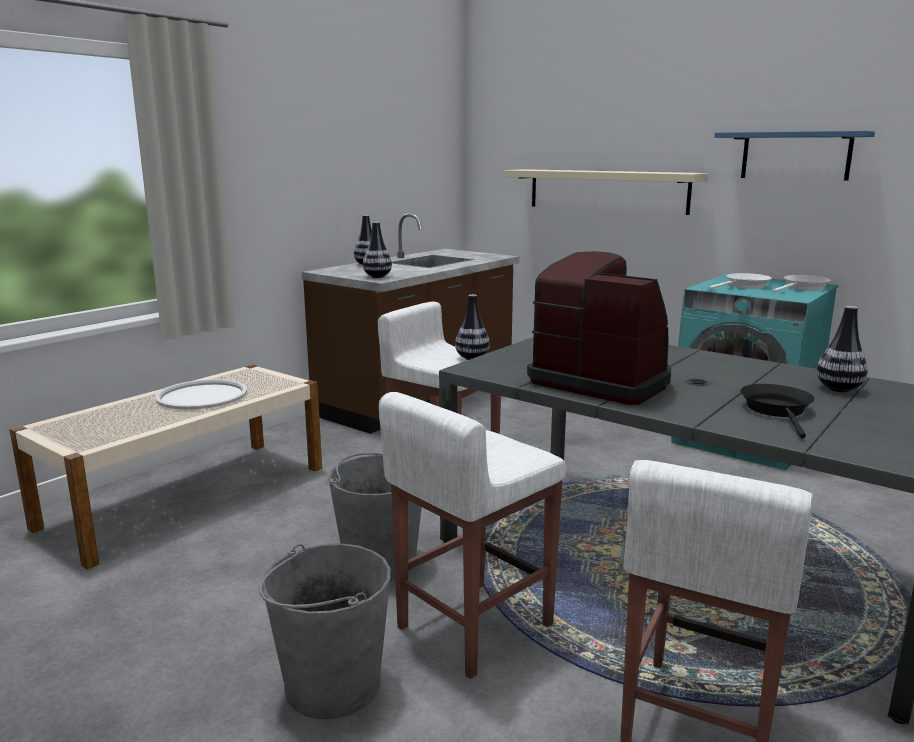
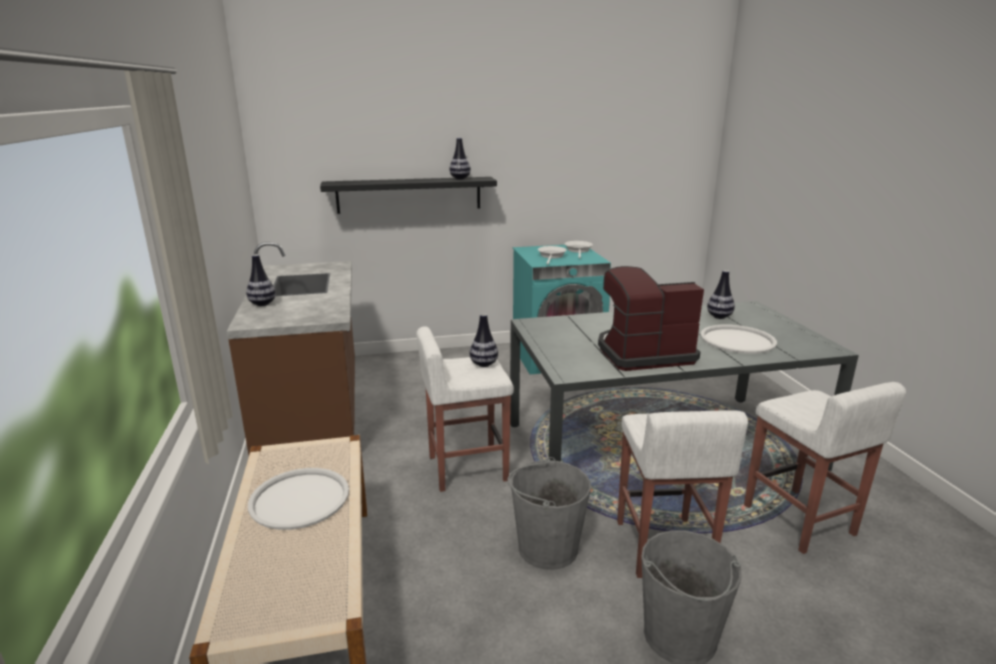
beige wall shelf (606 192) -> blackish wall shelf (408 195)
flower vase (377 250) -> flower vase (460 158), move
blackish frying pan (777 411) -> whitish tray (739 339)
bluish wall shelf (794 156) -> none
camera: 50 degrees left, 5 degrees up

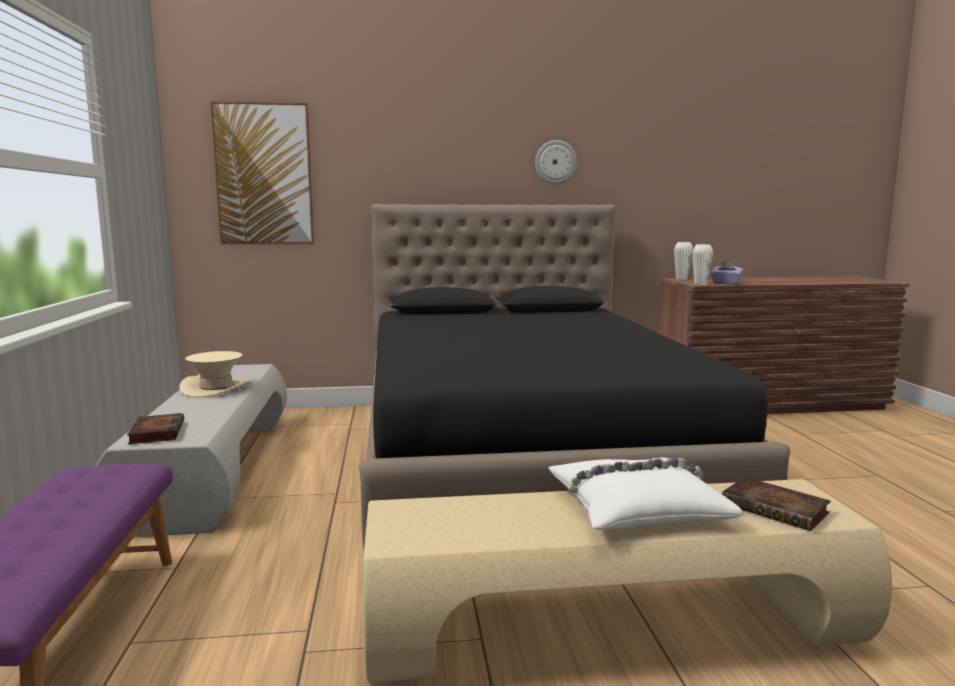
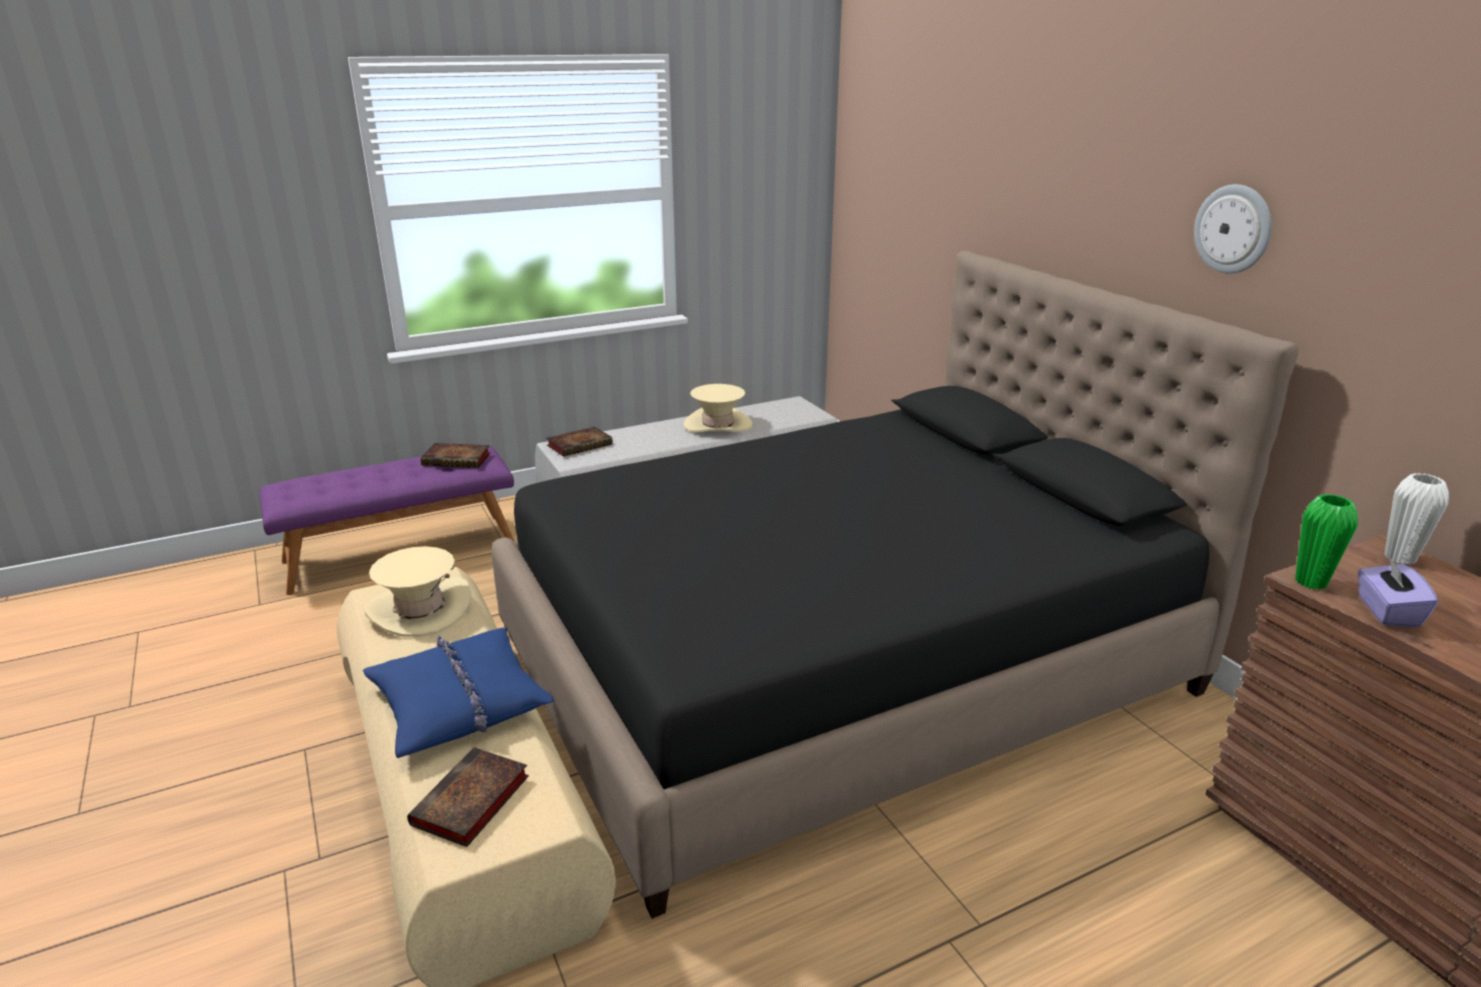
whitish pillow (646 493) -> bluish pillow (458 693)
none -> beige hat (417 591)
none -> bound book (456 455)
whitish flower vase (702 264) -> green-coloured flower vase (1326 542)
wall art (262 173) -> none
camera: 70 degrees right, 15 degrees up

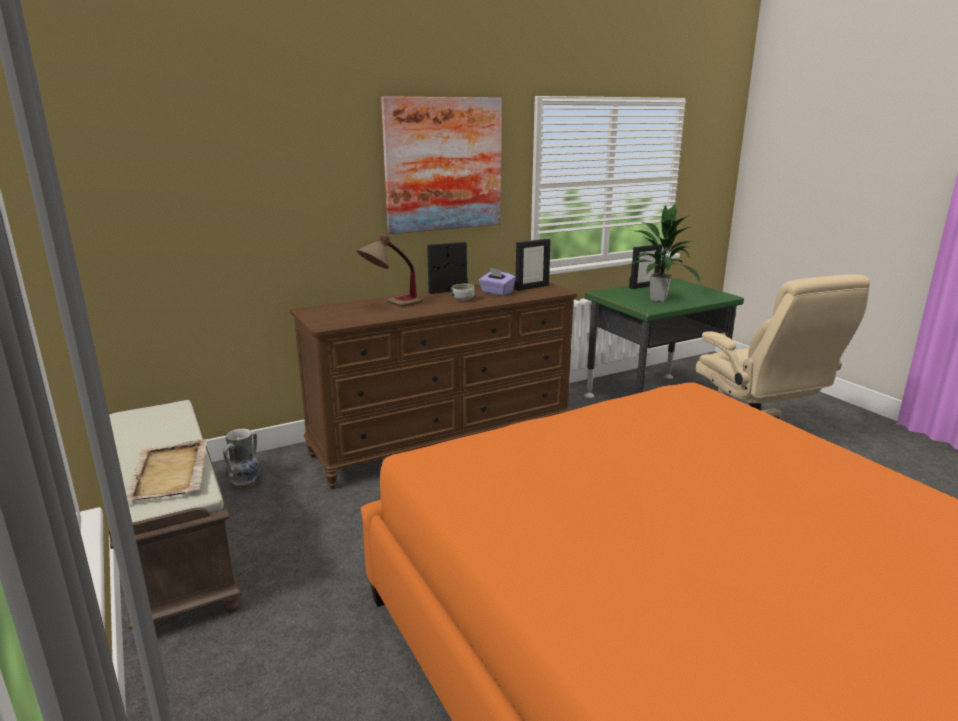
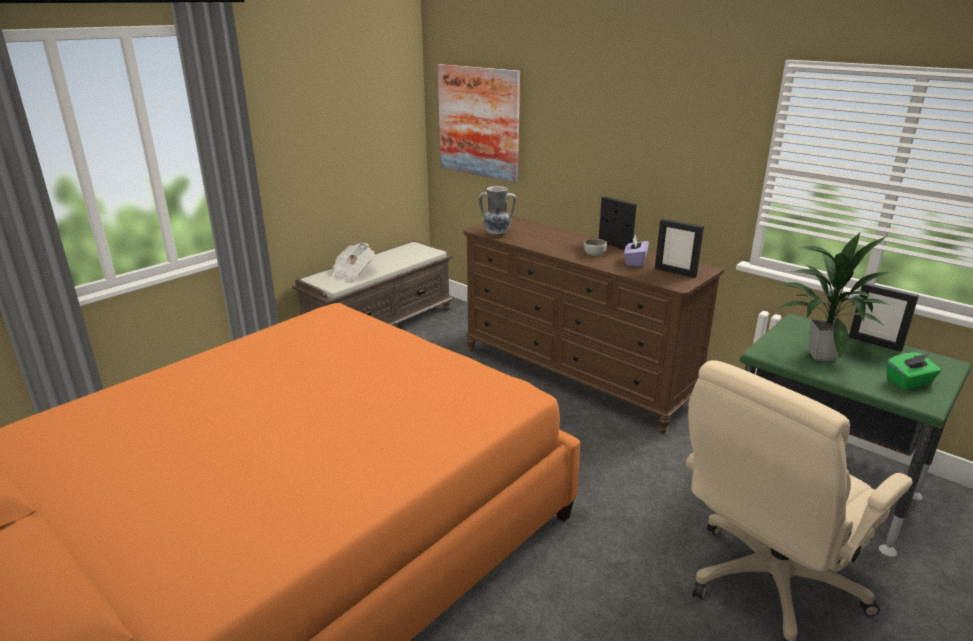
beige tray (167 469) -> printed paper (352 262)
wall art (441 165) -> wall art (479 123), move
flower vase (241 458) -> flower vase (497 211), move
none -> green-coloured tissue holder (913 371)
tabletop lamp (389 270) -> none
camera: 70 degrees right, 5 degrees up

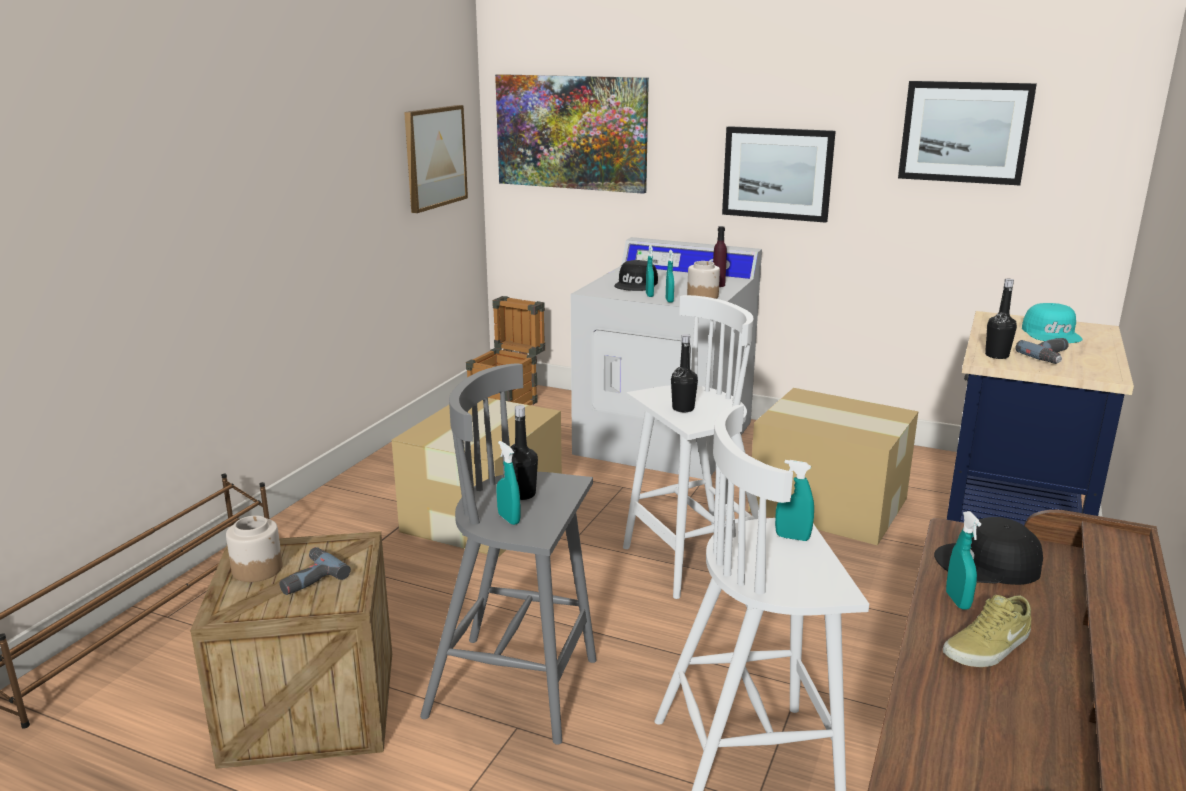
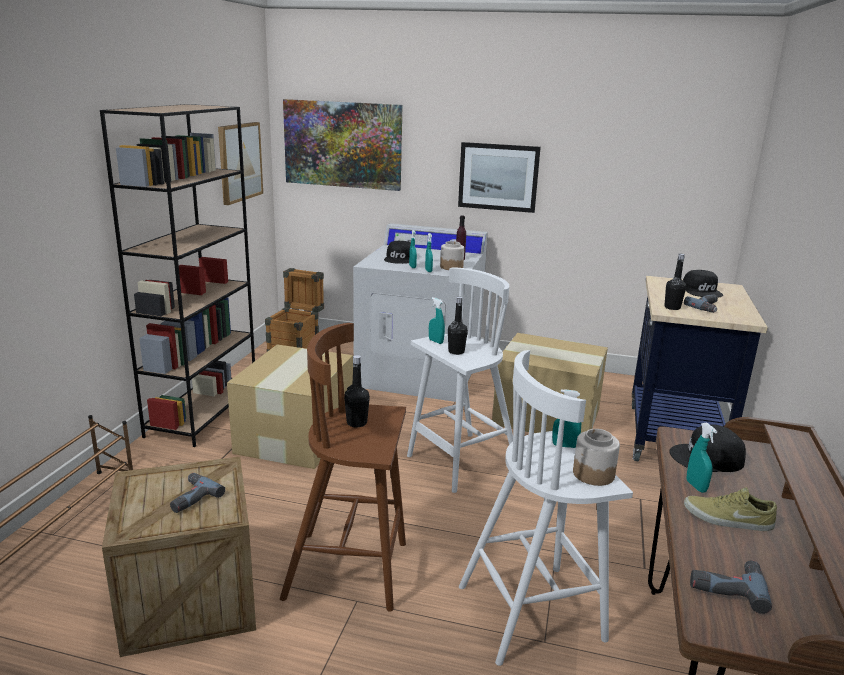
none -> beige bookshelf (177 275)
gray stool seat (508 554) -> brown-coloured stool seat (343 467)
turquoise hand sprayer (508 483) -> turquoise hand sprayer (437 320), move
preserve jar (254 548) -> preserve jar (596 457), move
turquoise cap (1052 323) -> blackish cap (703 283)
beige shoe (987 631) -> beige shoe (730 509), 60 degrees clockwise
none -> power drill (731 587)
wall art (967 133) -> none
camera: 10 degrees left, 0 degrees up

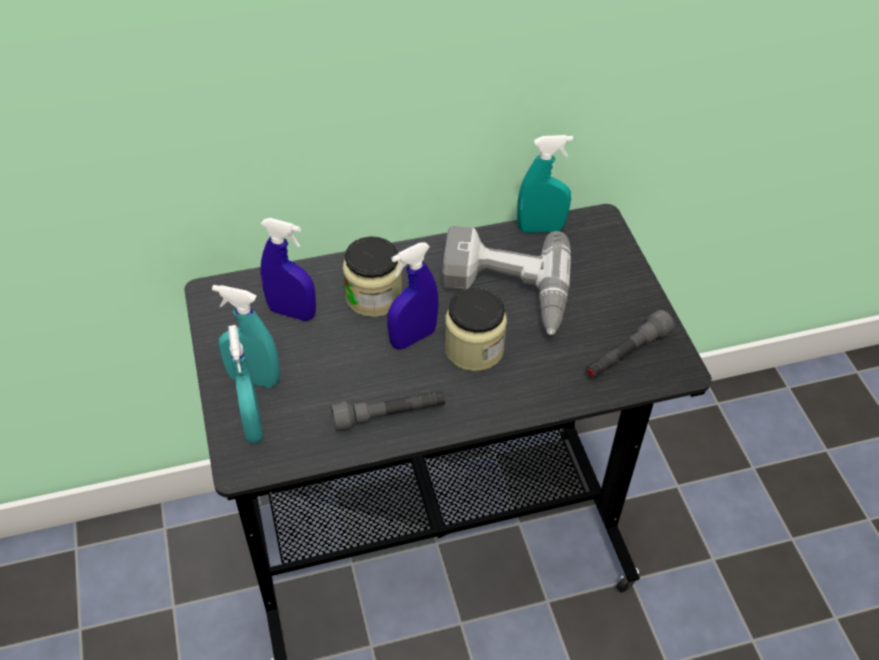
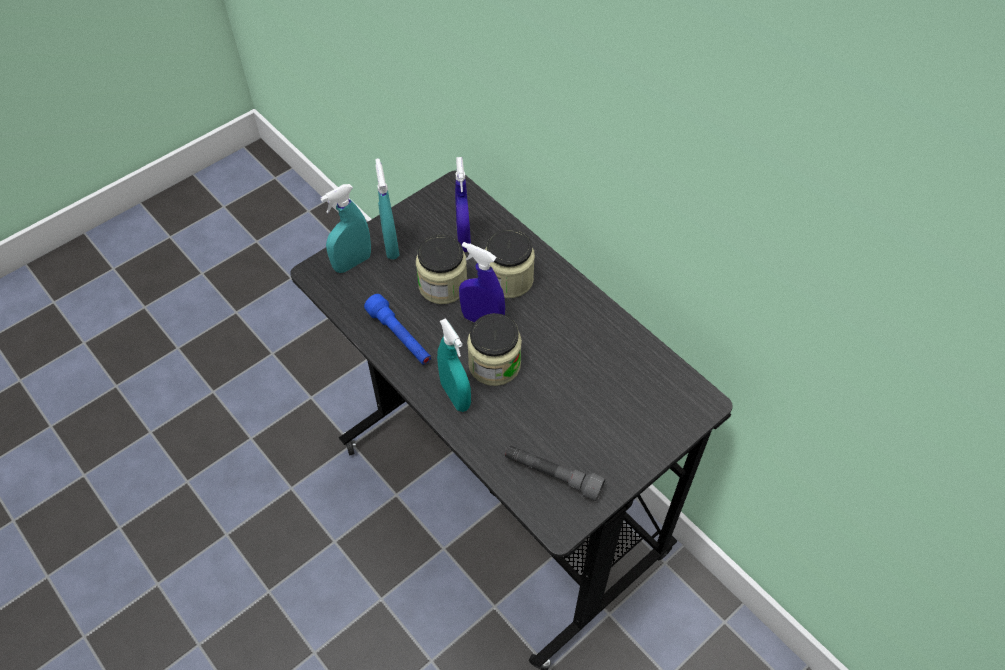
gray torch (388 411) -> bluish torch (397 329)
none -> preserve jar (442 269)
turquoise hand sprayer (545 184) -> turquoise hand sprayer (454 365), move
power drill (506 280) -> none
camera: 65 degrees right, 5 degrees up

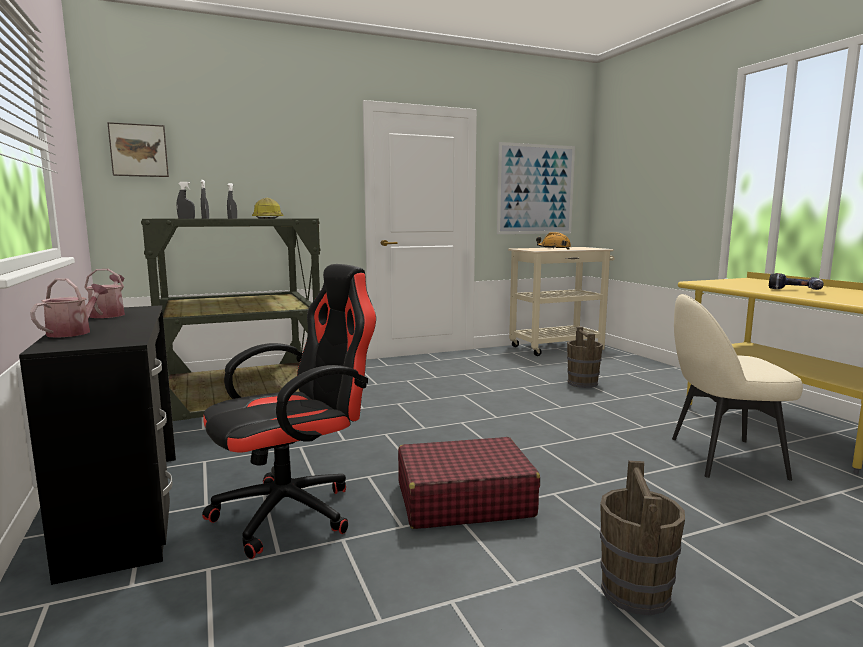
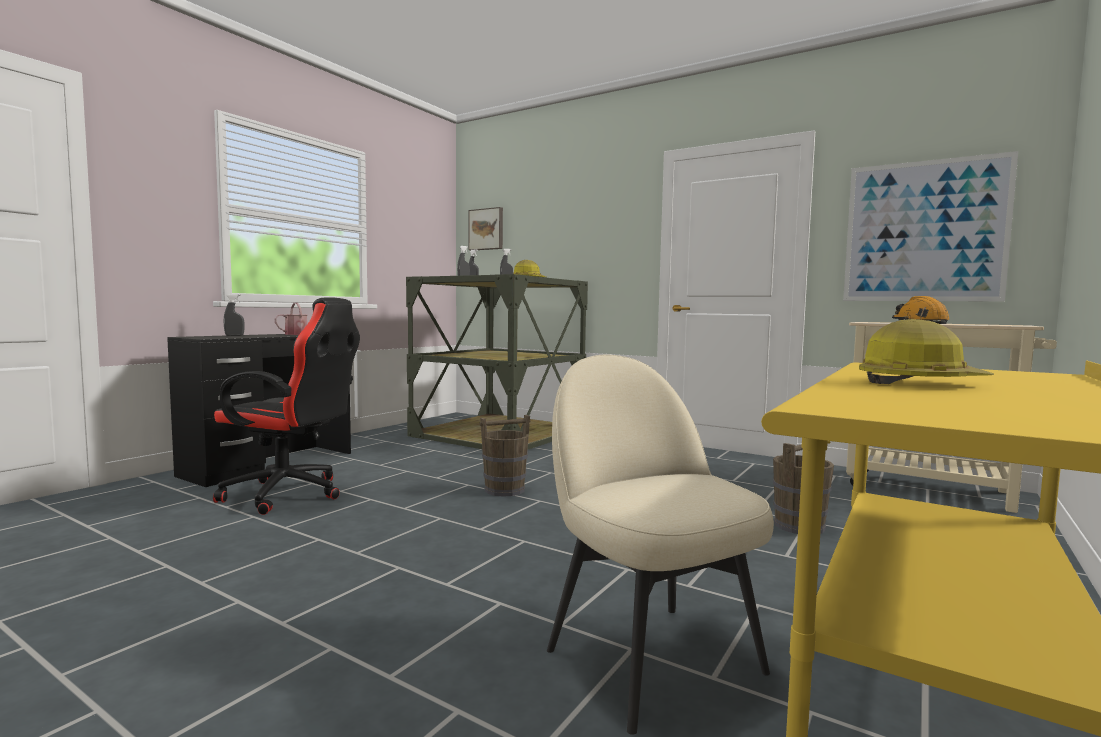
watering can (69 308) -> gray hand sprayer (234 315)
brown-coloured pail (642 537) -> brown-coloured pail (505 456), move
power drill (796 281) -> safety helmet (926 351)
red suitcase (469 483) -> none
camera: 55 degrees right, 5 degrees down

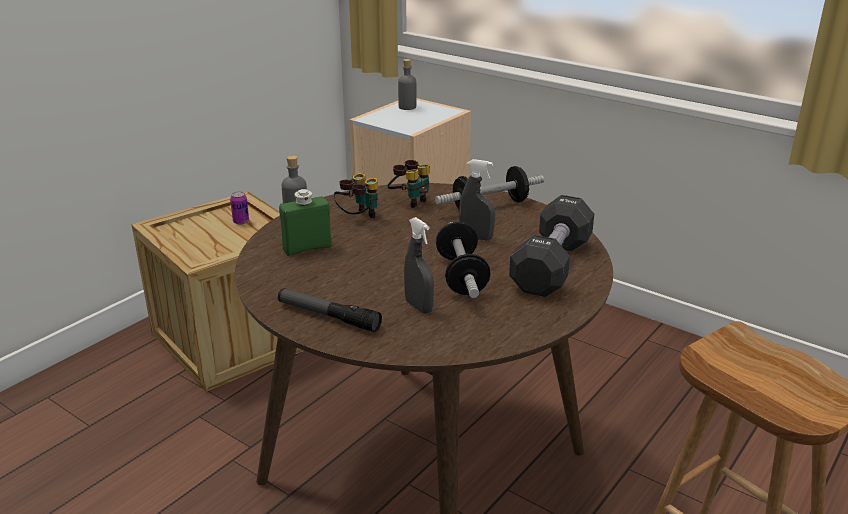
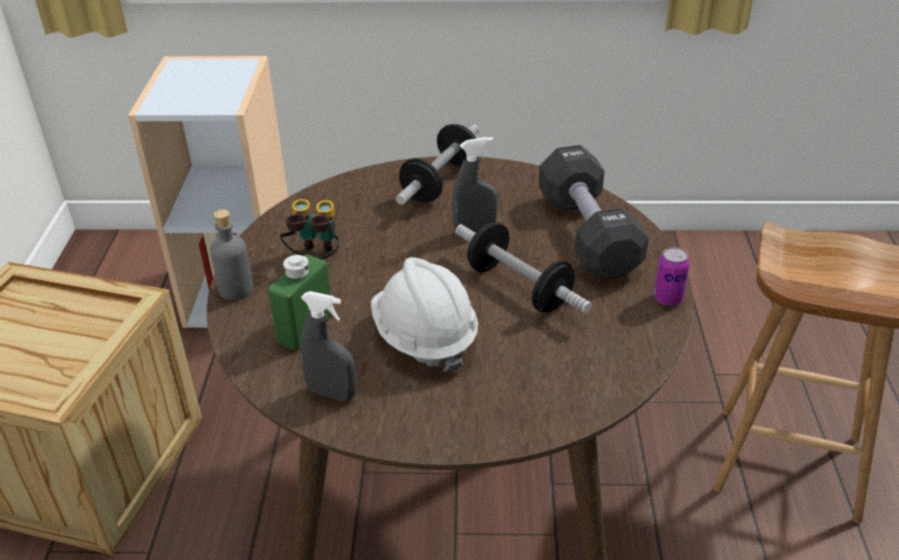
gray hand sprayer (419 265) -> gray hand sprayer (328 346), move
none -> whitish safety helmet (424 314)
metal can (239 208) -> metal can (672 276), move
torch (330 310) -> none
pair of binoculars (408 184) -> none
gray bottle (407 84) -> none
camera: 35 degrees left, 10 degrees up

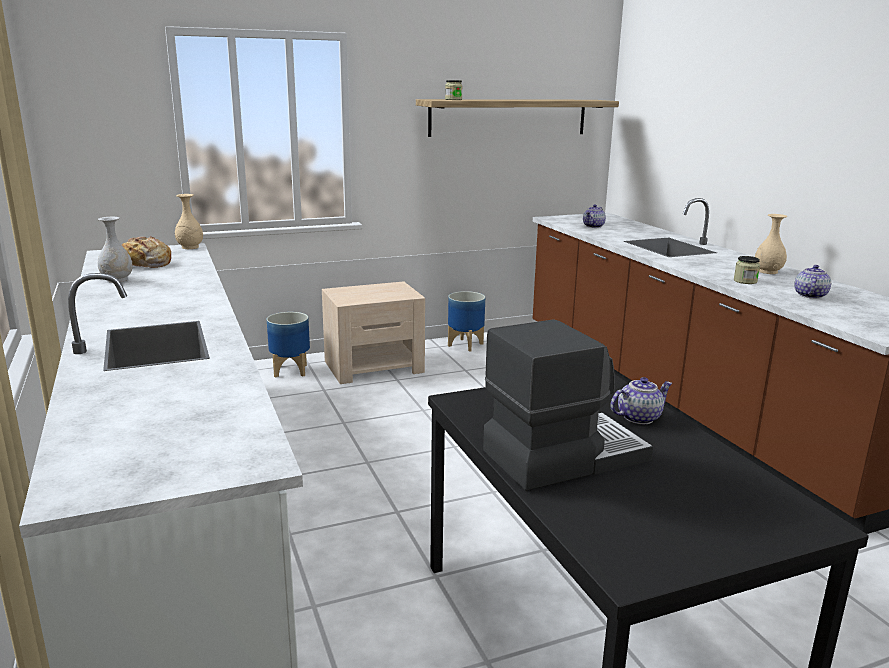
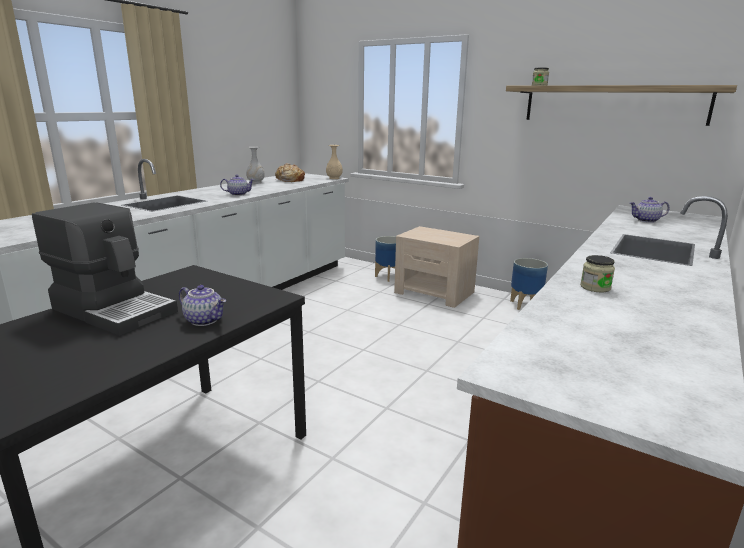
teapot (812 282) -> teapot (237 185), move
beige flower vase (771 244) -> none
camera: 55 degrees right, 0 degrees up

